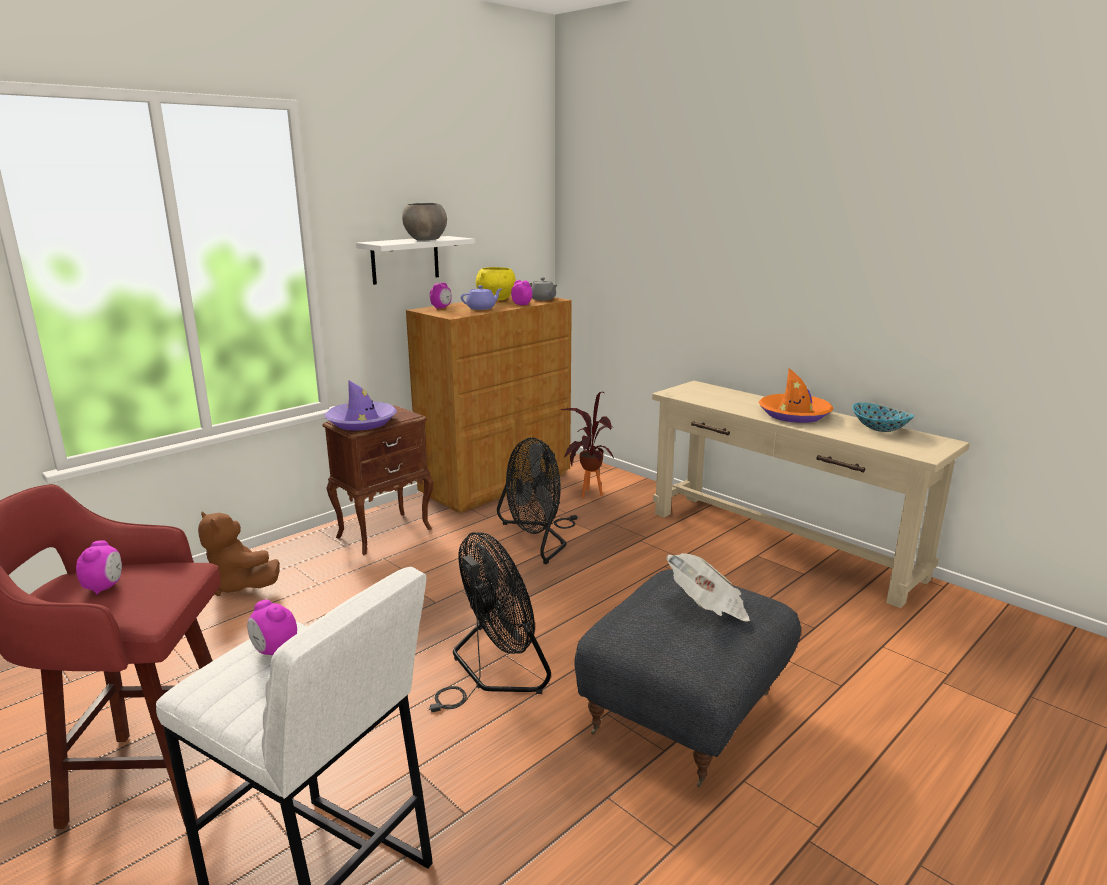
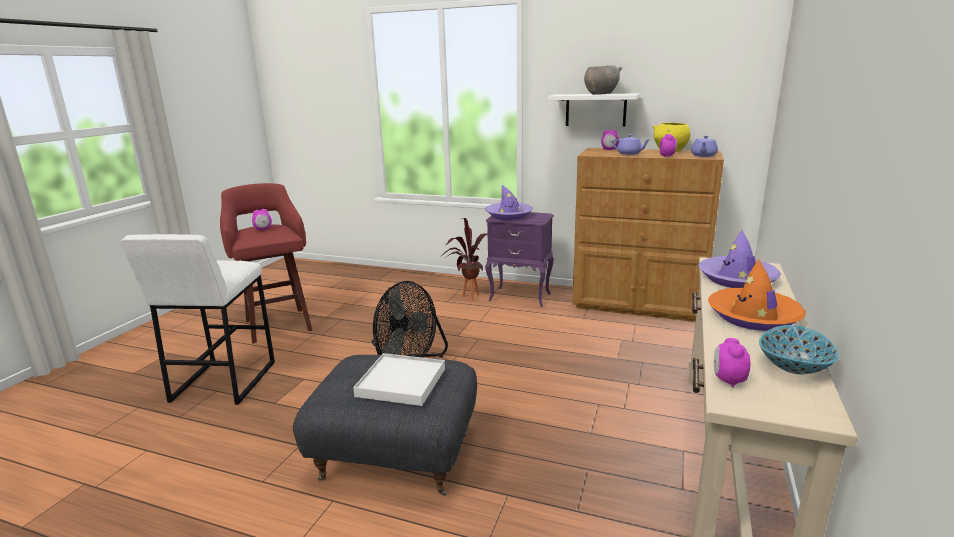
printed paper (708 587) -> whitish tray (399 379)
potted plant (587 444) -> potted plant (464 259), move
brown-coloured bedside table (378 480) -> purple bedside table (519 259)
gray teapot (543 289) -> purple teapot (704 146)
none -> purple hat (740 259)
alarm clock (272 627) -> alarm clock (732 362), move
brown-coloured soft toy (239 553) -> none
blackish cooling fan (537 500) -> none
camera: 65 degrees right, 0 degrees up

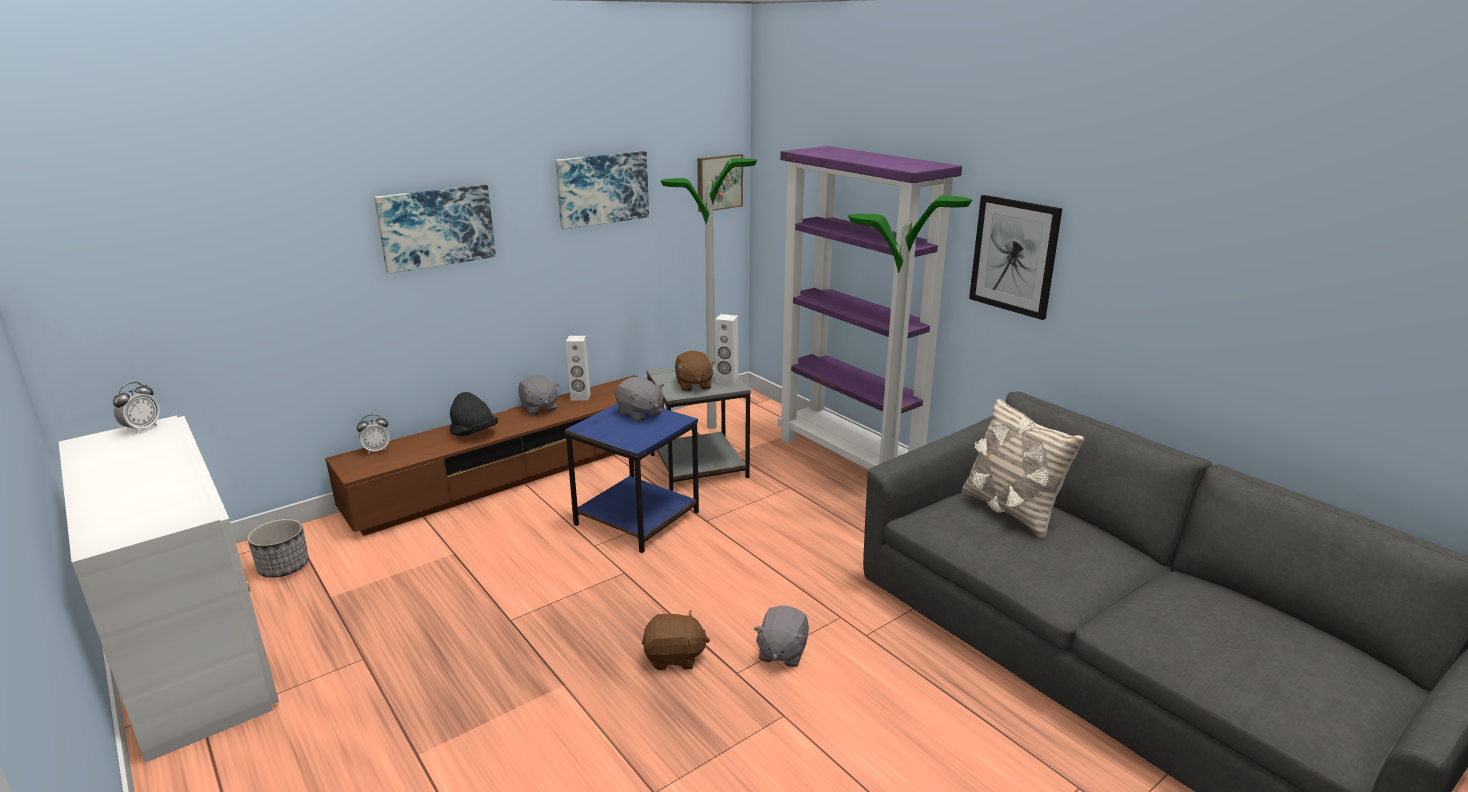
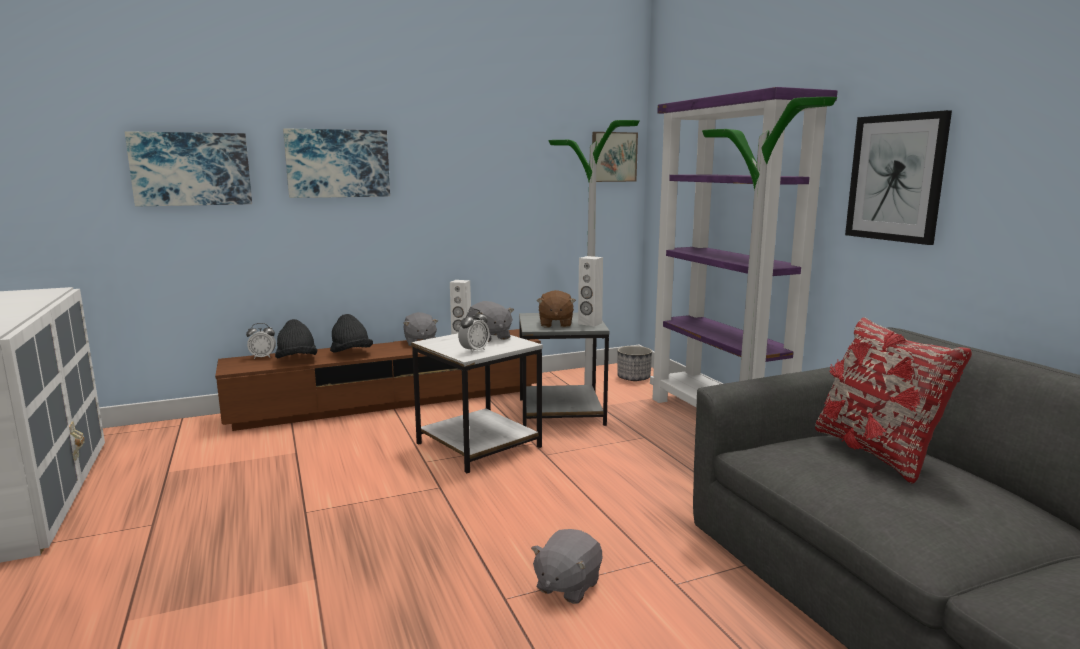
wall art (602 190) -> wall art (188 168), move
none -> blackish hat (296 338)
bluish end table (632 478) -> whitish end table (477 403)
alarm clock (136 408) -> alarm clock (473 331), move
planter (278 548) -> planter (634 363), move
beige pillow (1023 469) -> red pillow (893 400)
brown-coloured soft toy (676 640) -> none
camera: 15 degrees right, 10 degrees down

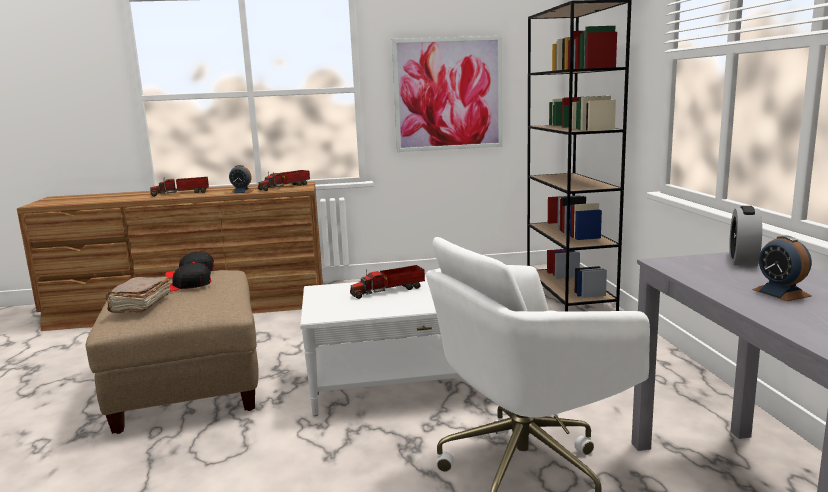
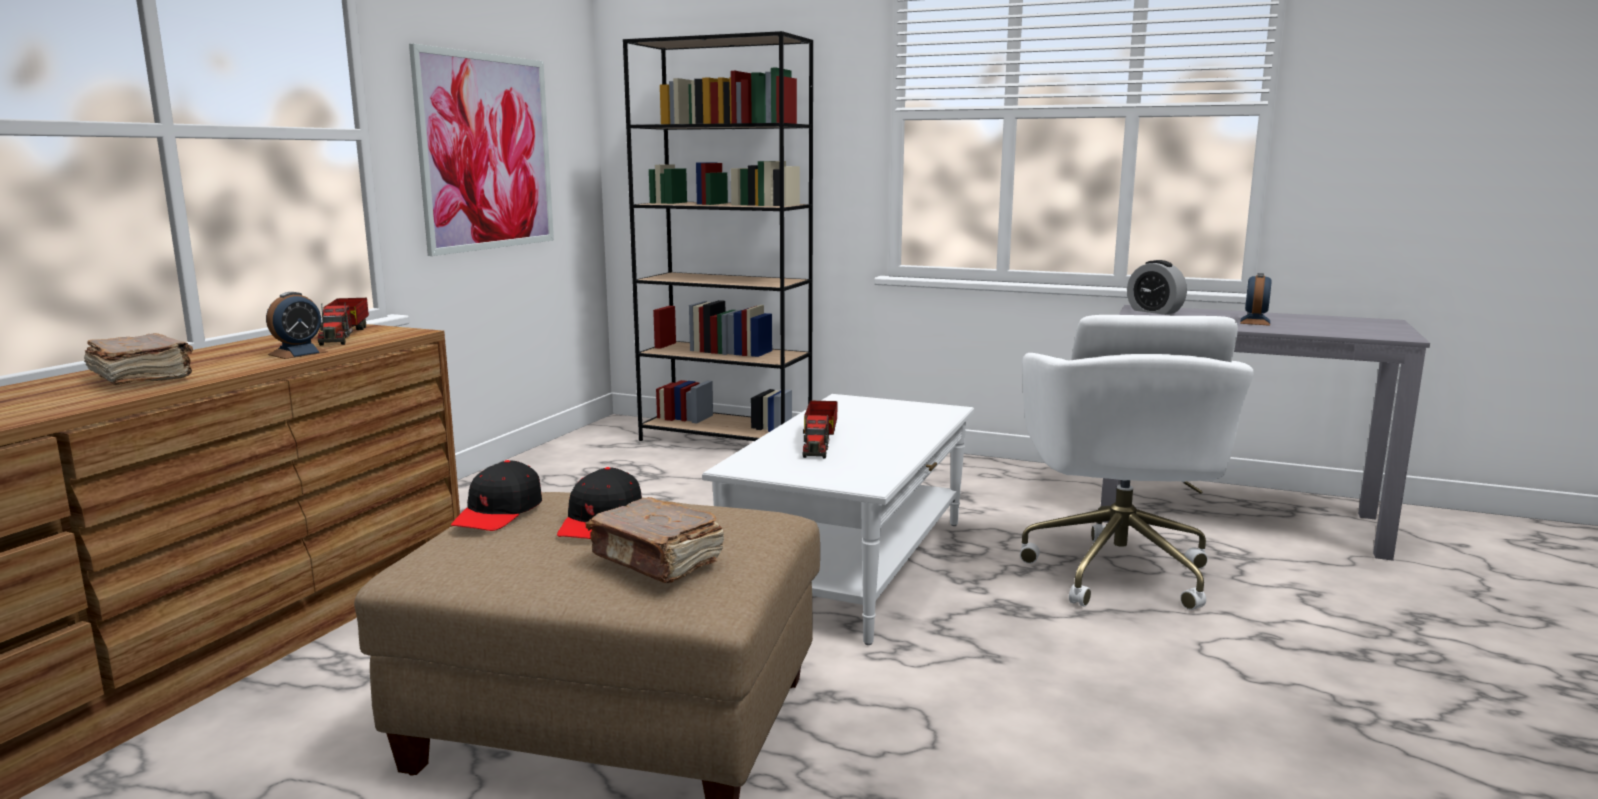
toy truck (179 187) -> brown-coloured bound book (138 359)
alarm clock (782 268) -> alarm clock (1256 299), 75 degrees counterclockwise
camera: 60 degrees left, 0 degrees up

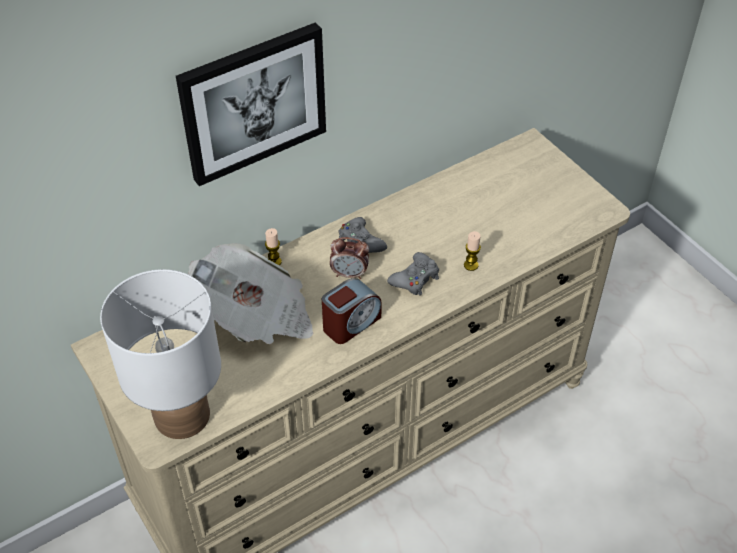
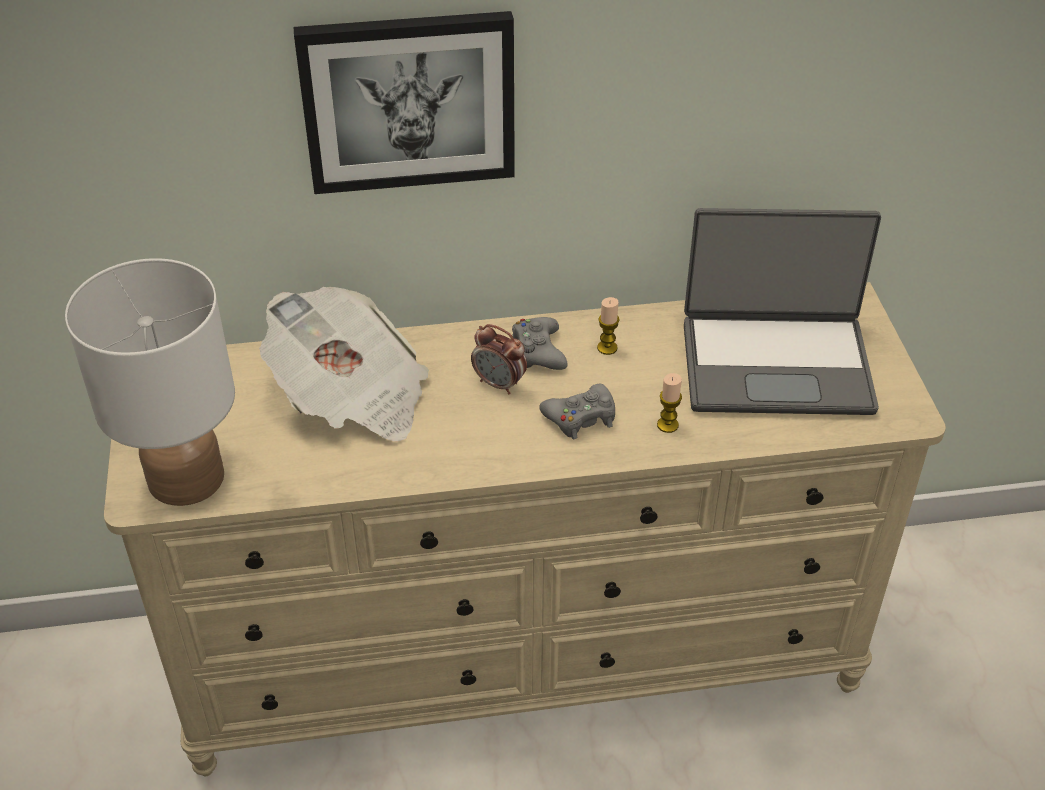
candle (273 247) -> candle (608 326), move
none -> laptop (782 311)
alarm clock (352 311) -> none
camera: 25 degrees right, 5 degrees down

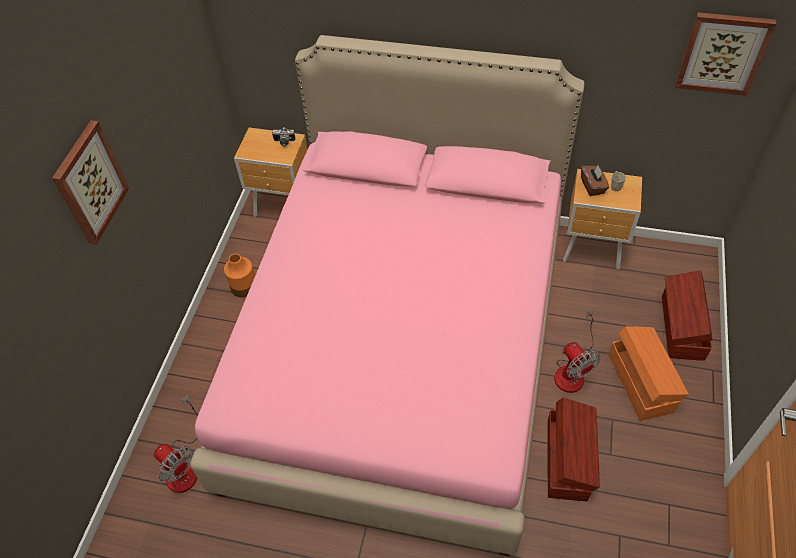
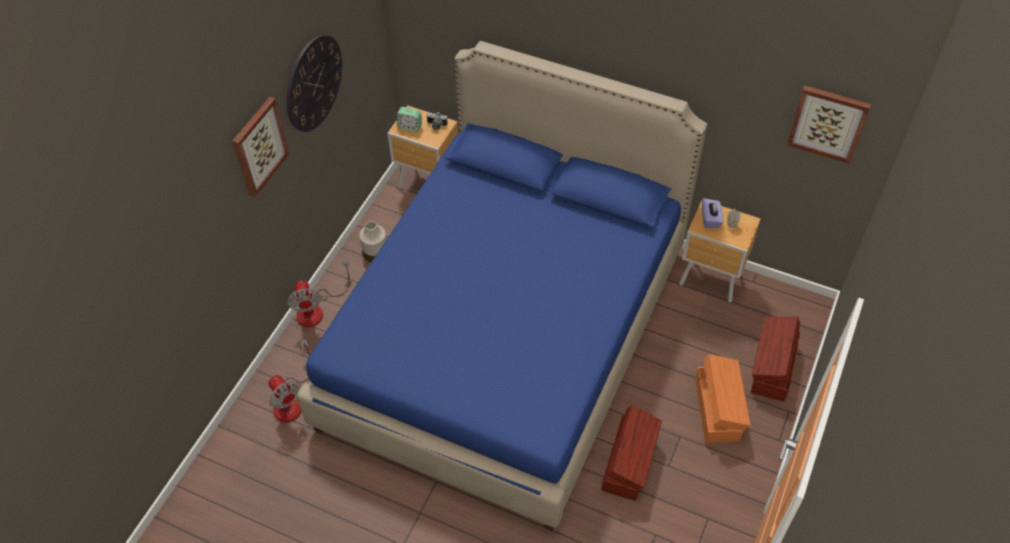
none -> clock on the wall (314 83)
cooling fan (577 351) -> cooling fan (318 293), move
pinkish sleeping bed (387 295) -> bluish sleeping bed (502 286)
orangey flower vase (239 276) -> beige flower vase (373 241)
none -> alarm clock (409 119)
brown-coloured tissue holder (595 180) -> purple tissue holder (712 213)
camera: 10 degrees right, 0 degrees up

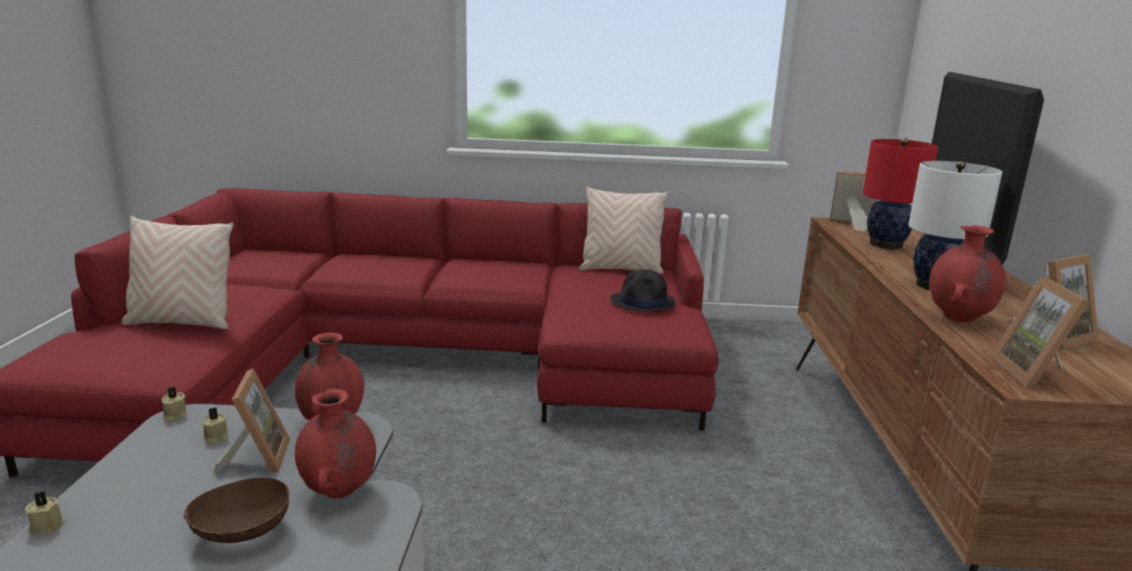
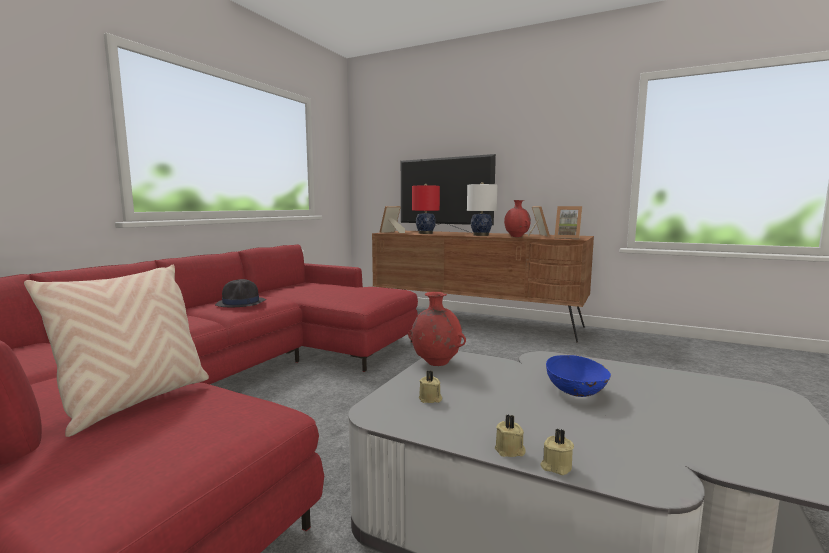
blackish hat (643 290) -> blackish hat (240 293), move
beige candle (174 404) -> beige candle (510 435), move
brown-coloured deep dish (236 510) -> bluish deep dish (578 376)
standing frame (252 421) -> none
red flower vase (335 443) -> none
beige pillow (623 230) -> none
camera: 65 degrees left, 10 degrees down

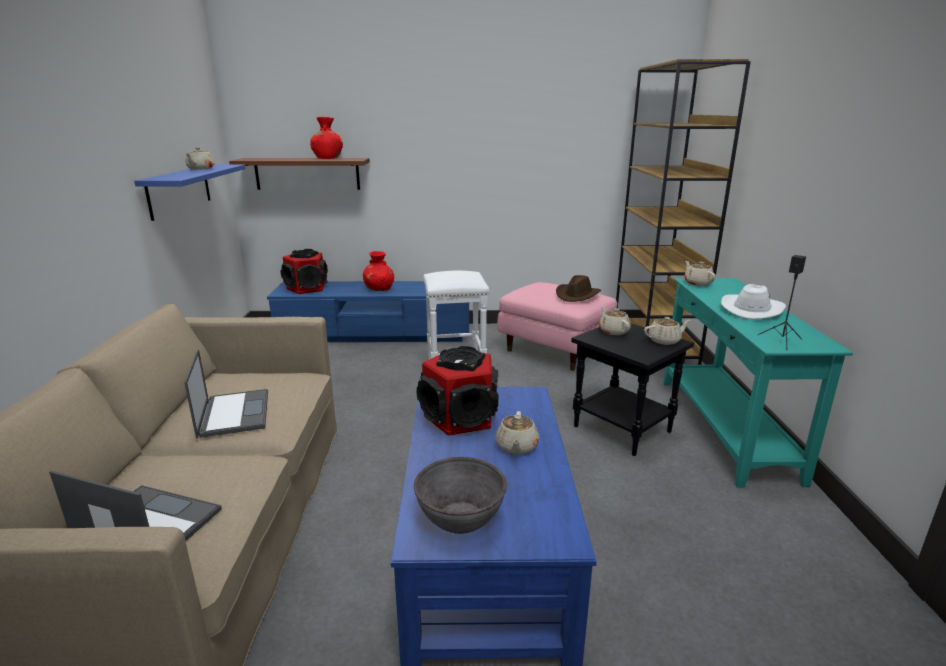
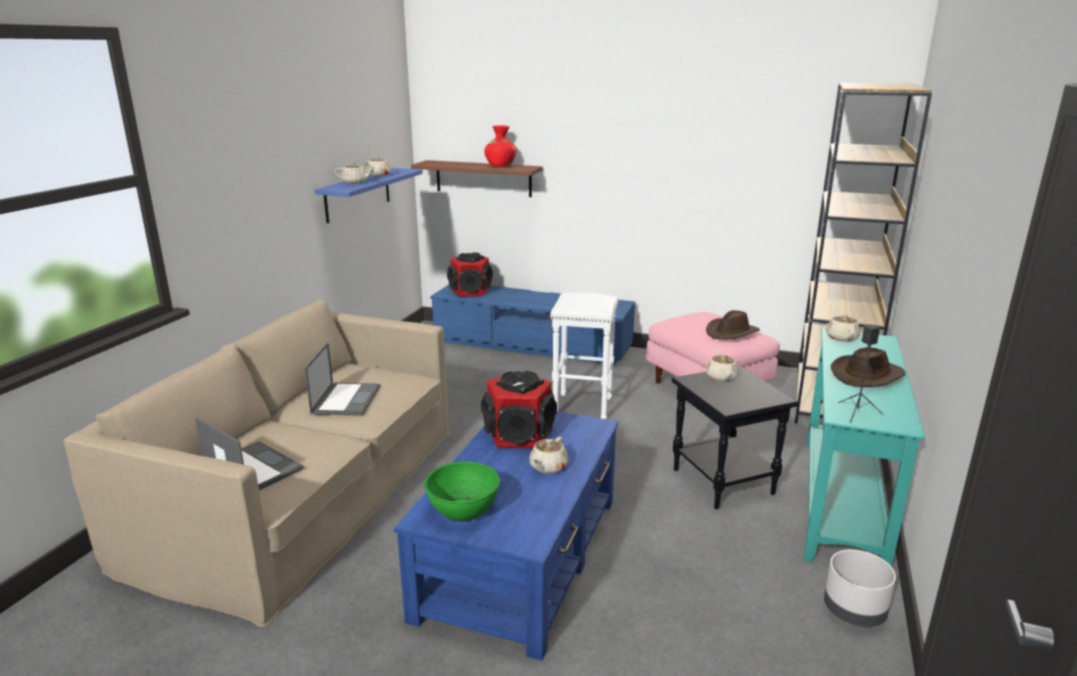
beige teapot (667 331) -> beige teapot (354 173), move
gray deep dish (460 495) -> green-coloured deep dish (462 491)
none -> gray planter (860 588)
whitish hat (753 301) -> brown-coloured hat (868 367)
red flower vase (378 271) -> none
camera: 20 degrees right, 0 degrees up

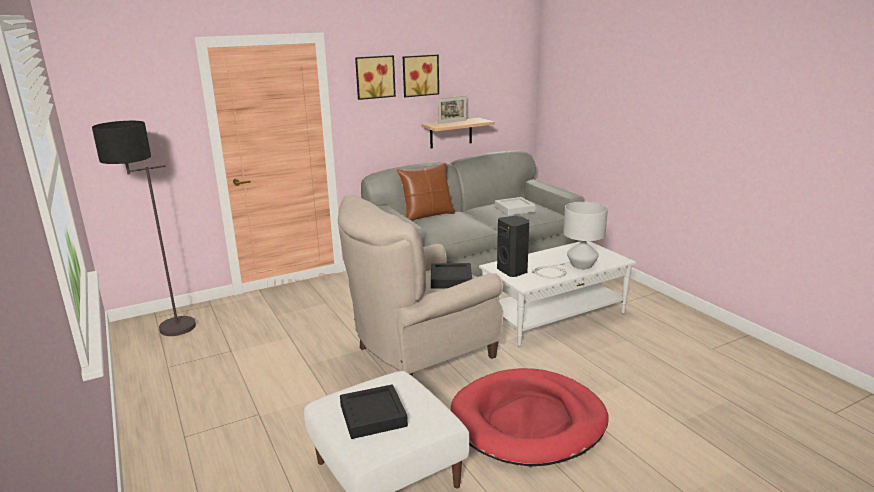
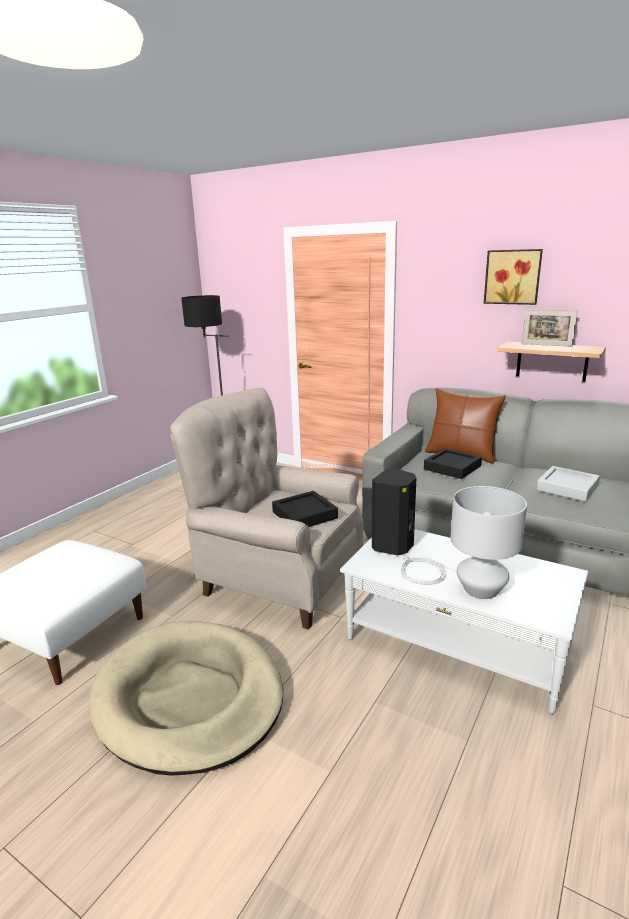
red dog cushion (530 417) -> beige dog cushion (186 698)
blackish tray (374 411) -> blackish tray (453 464), move
wall art (375 77) -> none
camera: 60 degrees right, 0 degrees up

